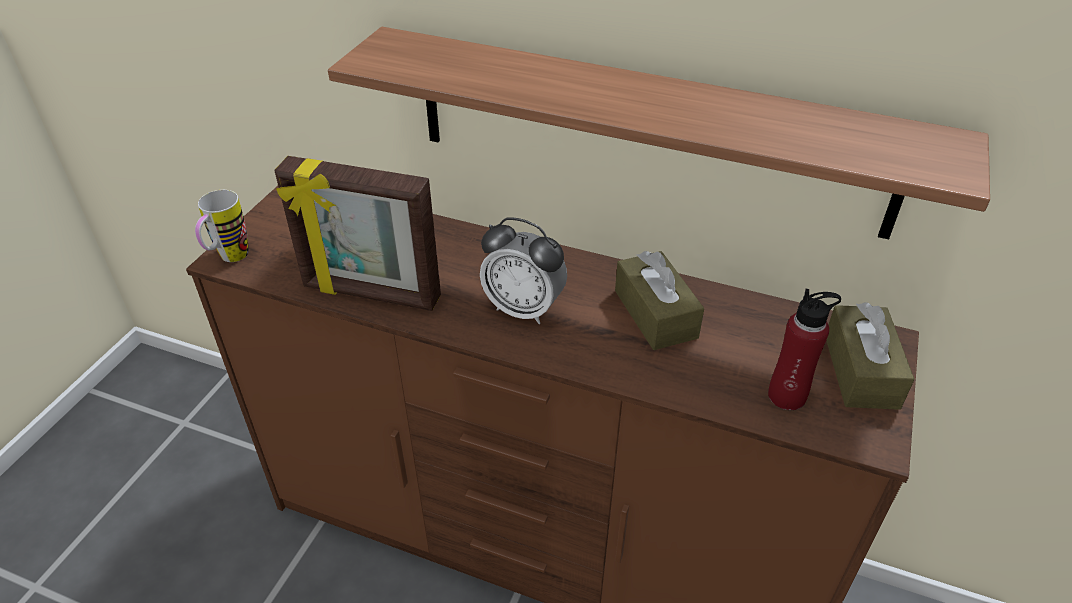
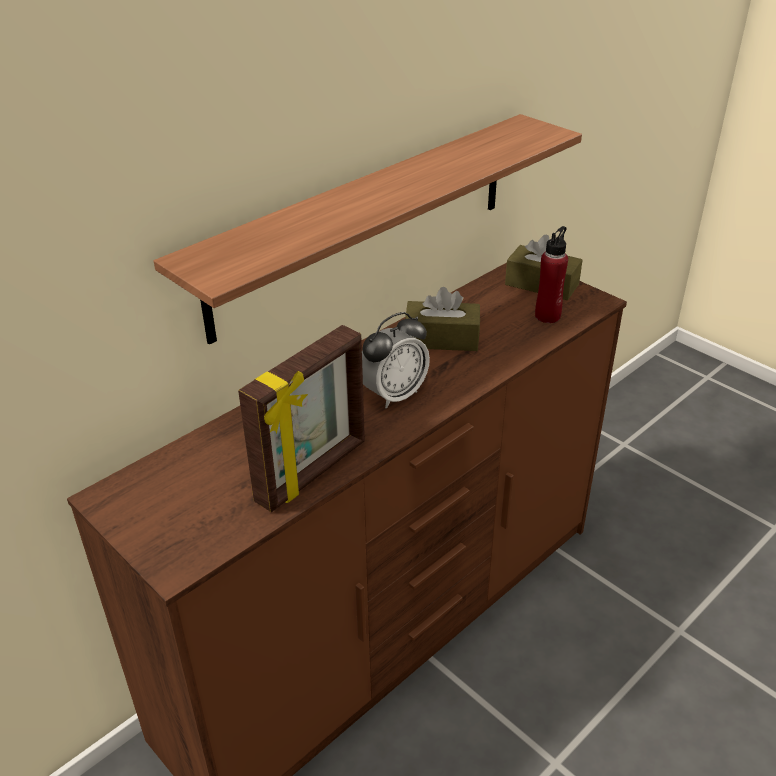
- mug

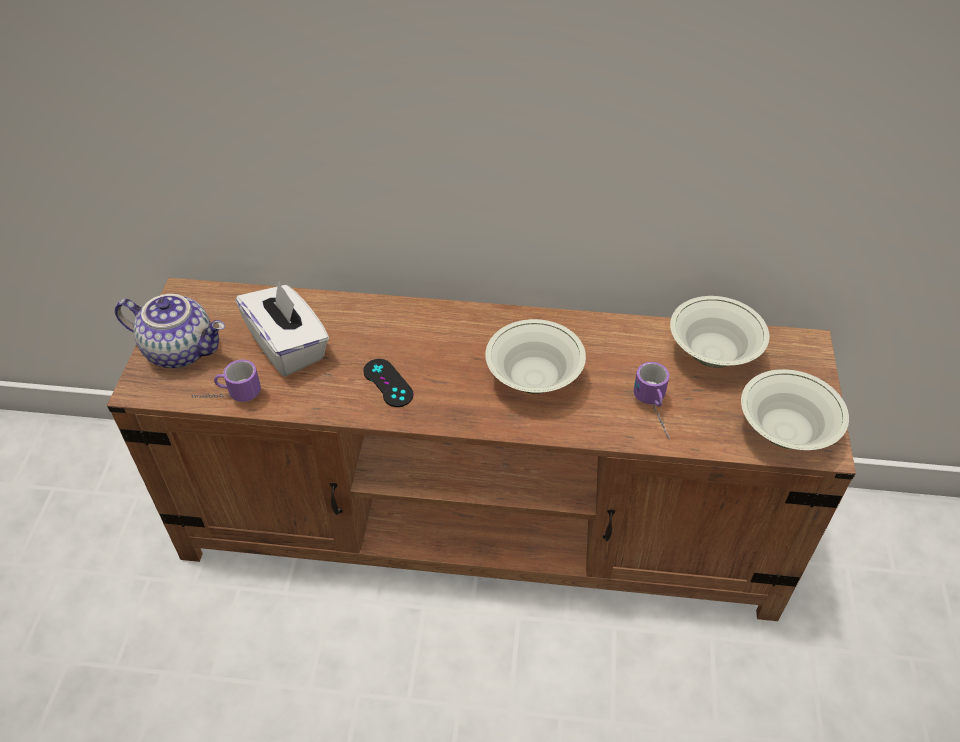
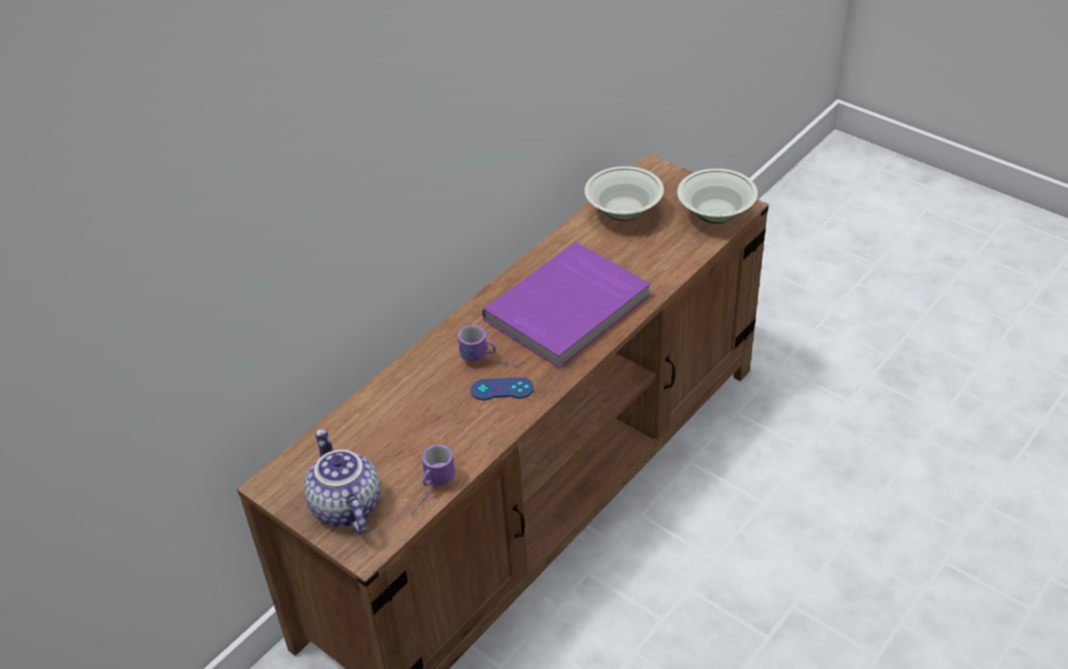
~ teapot 75 degrees counterclockwise
- tissue box/white
~ game controller/black to game controller/blue
~ bowl/white (no. 1 from left) to book/purple
~ mug (no. 2 from left)

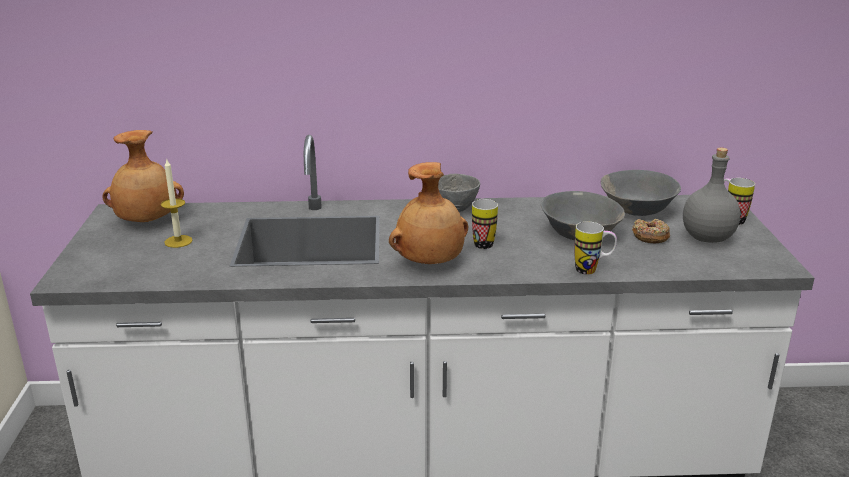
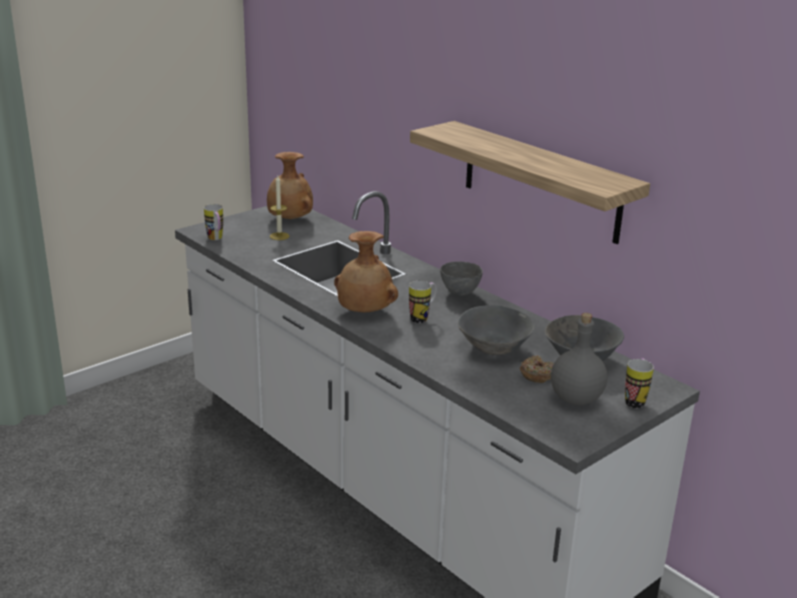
~ mug (no. 2 from left in the first image) to mug (no. 1 from left)
+ shelf

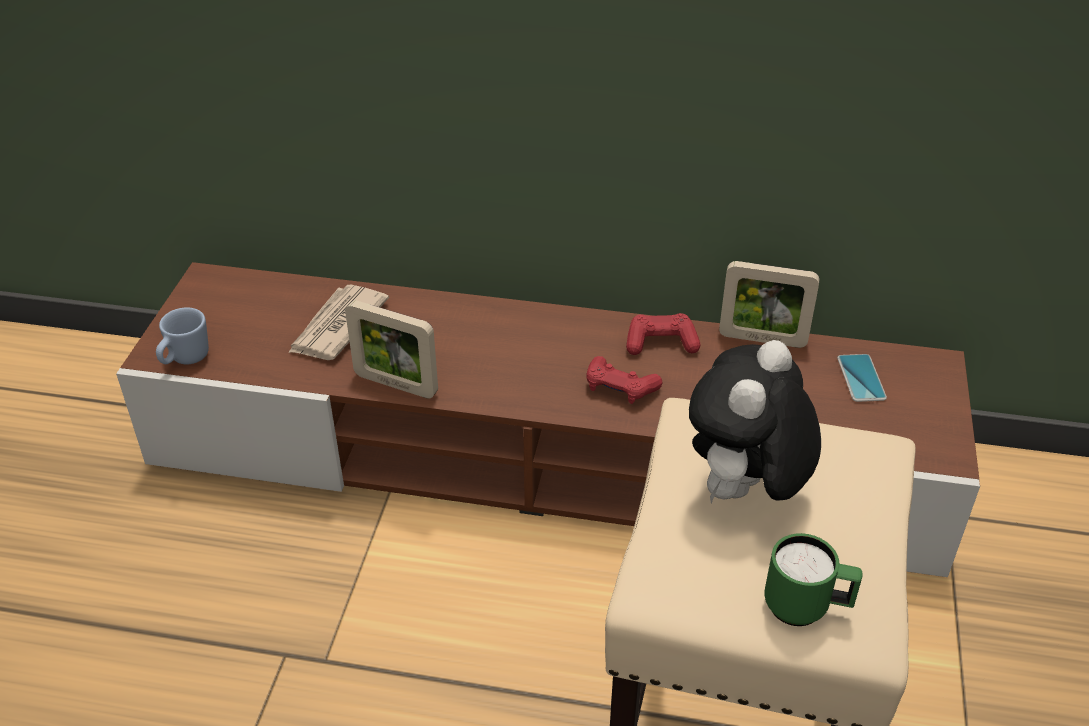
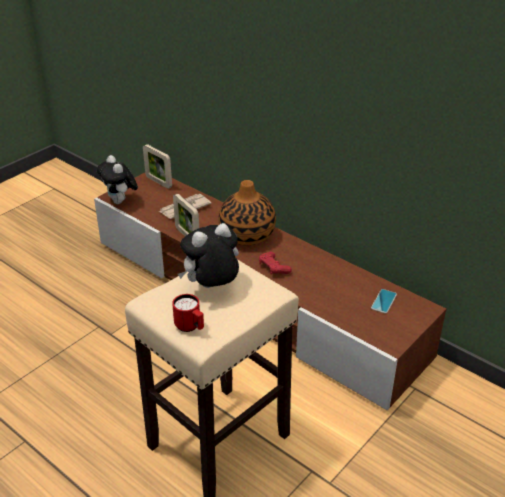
~ mug/blue to plush toy (no. 1 from left)
- game controller/red (no. 2 from left)
~ picture frame (no. 2 from left in the first image) to picture frame (no. 1 from left)
~ mug/green to mug/red
+ vase

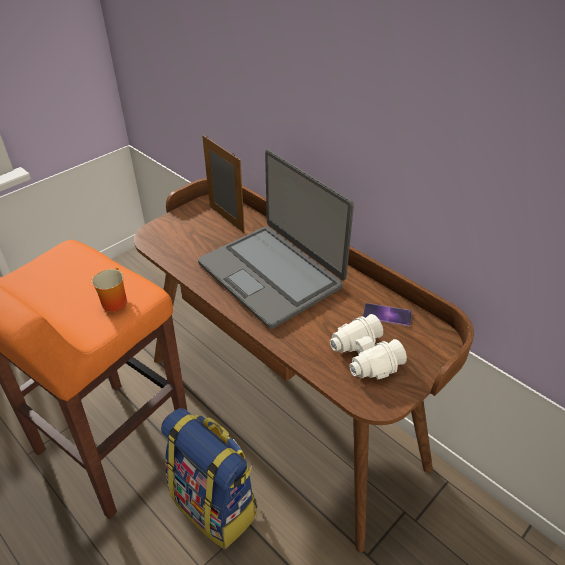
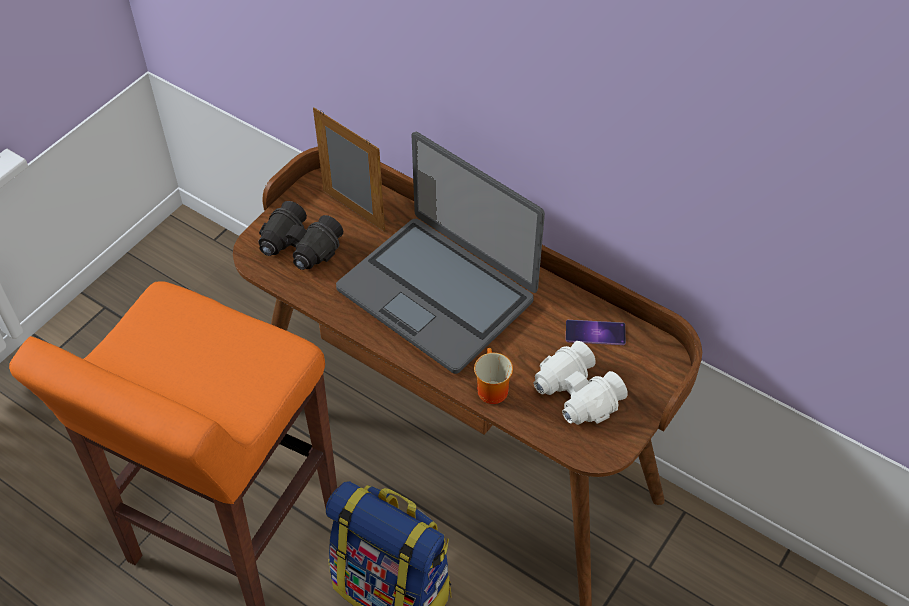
~ mug
+ binoculars/black

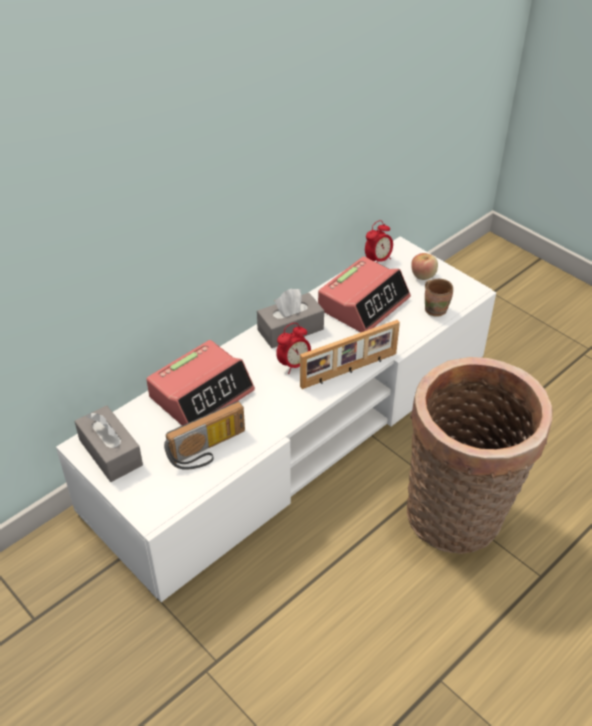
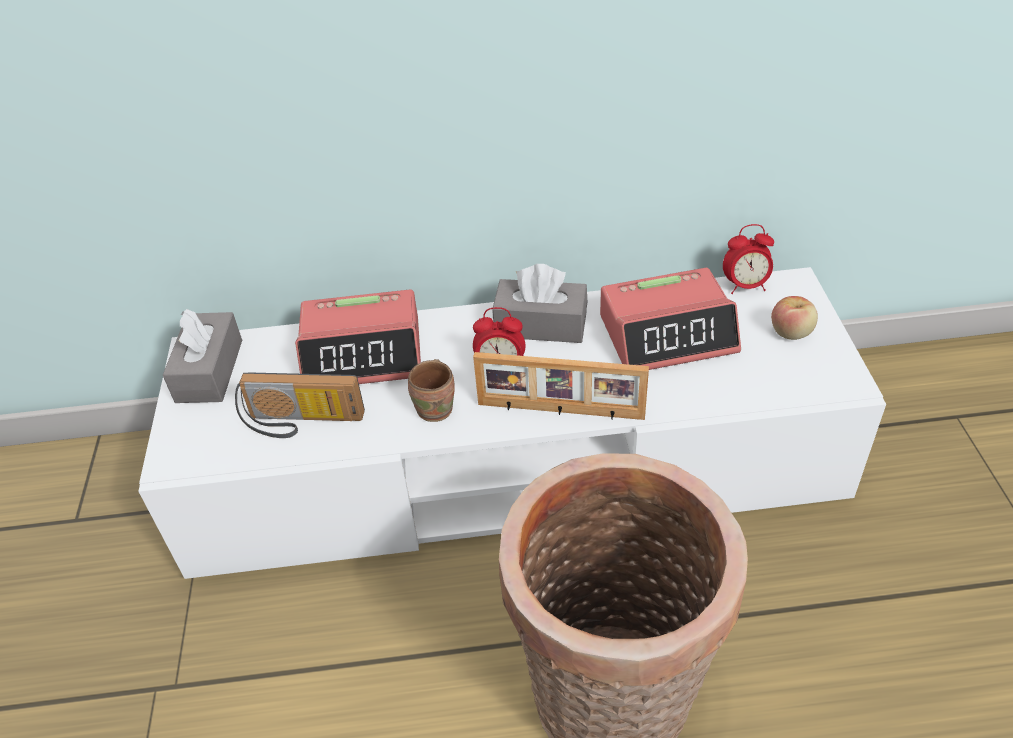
~ mug/brown

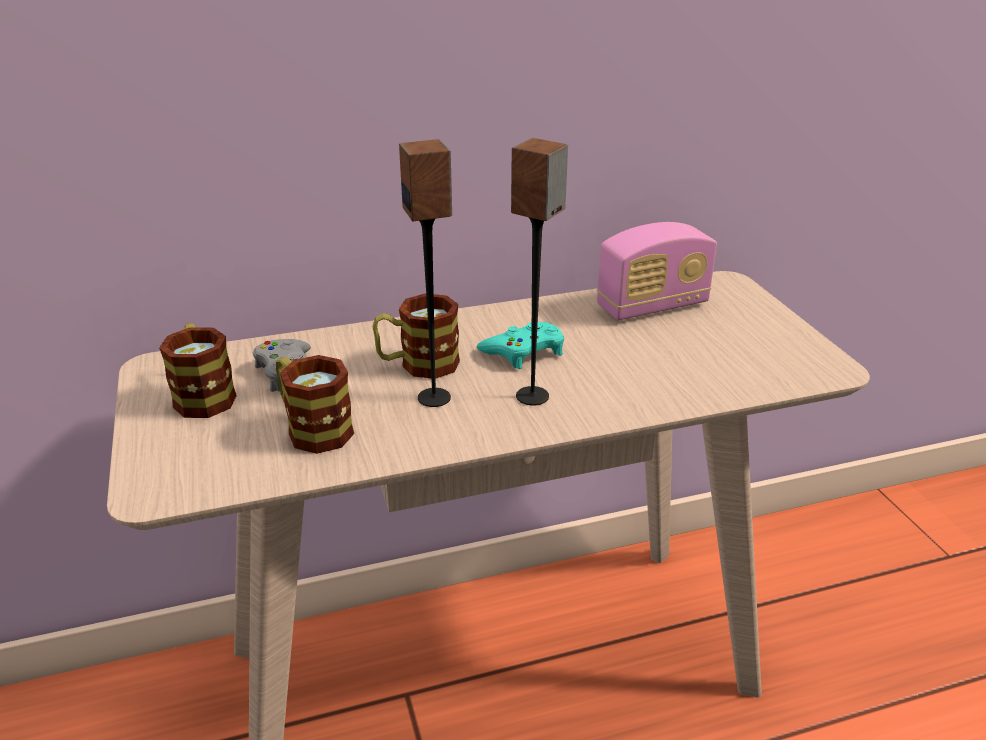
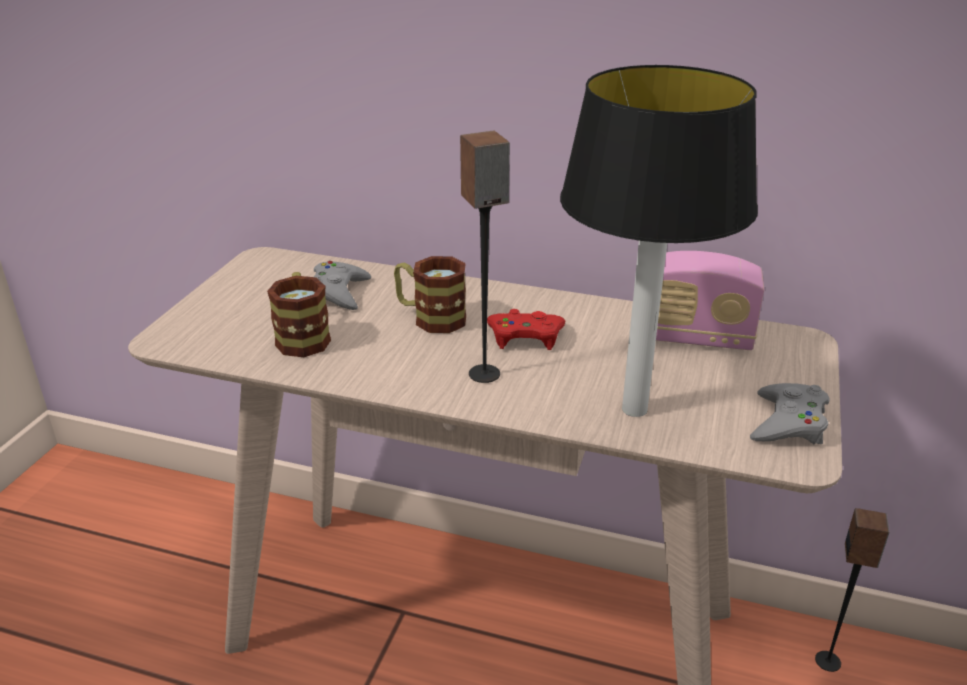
- mug (no. 1 from left)
~ speaker (no. 1 from left in the first image) to speaker (no. 2 from left)
~ game controller/turquoise to game controller/red
+ table lamp
+ game controller/grey (no. 2 from left)

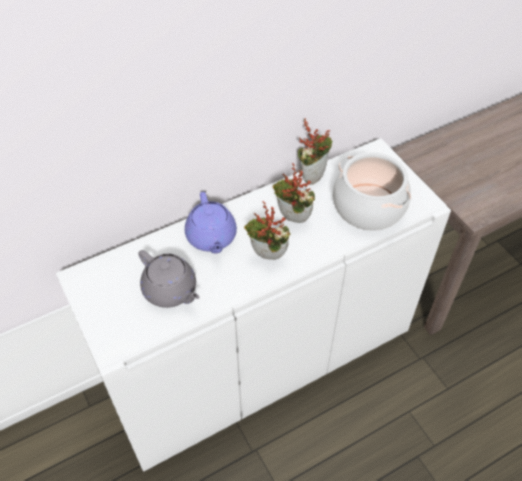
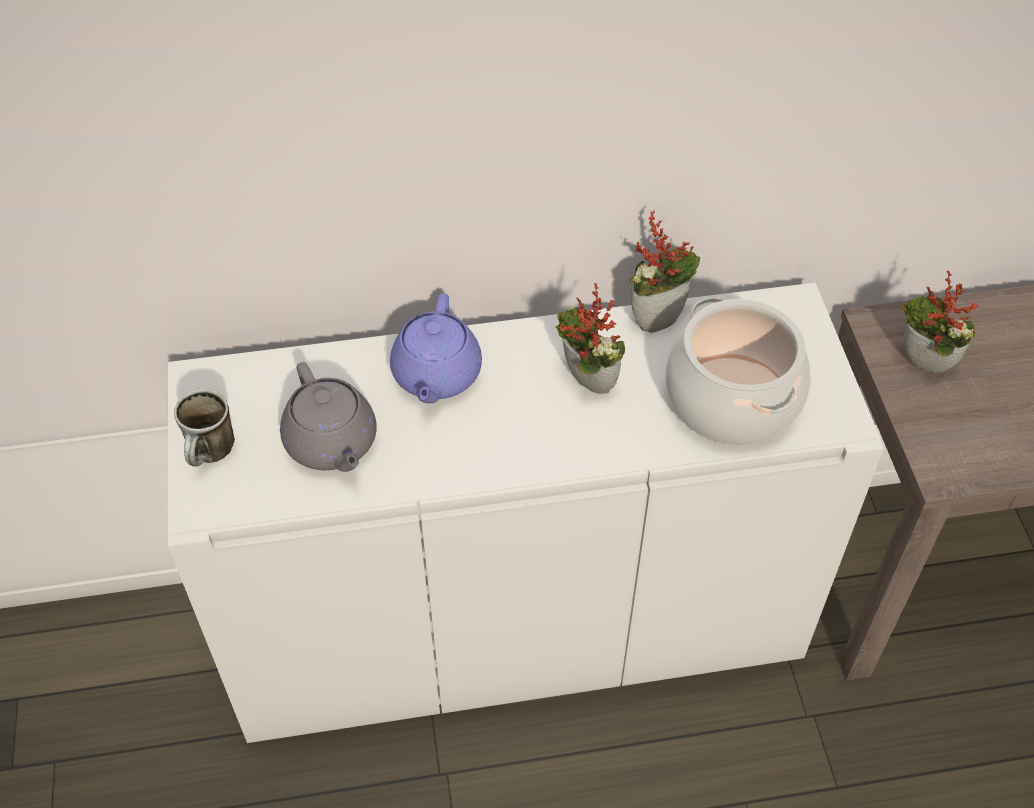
~ potted plant (no. 1 from left in the first image) to potted plant (no. 3 from left)
+ mug

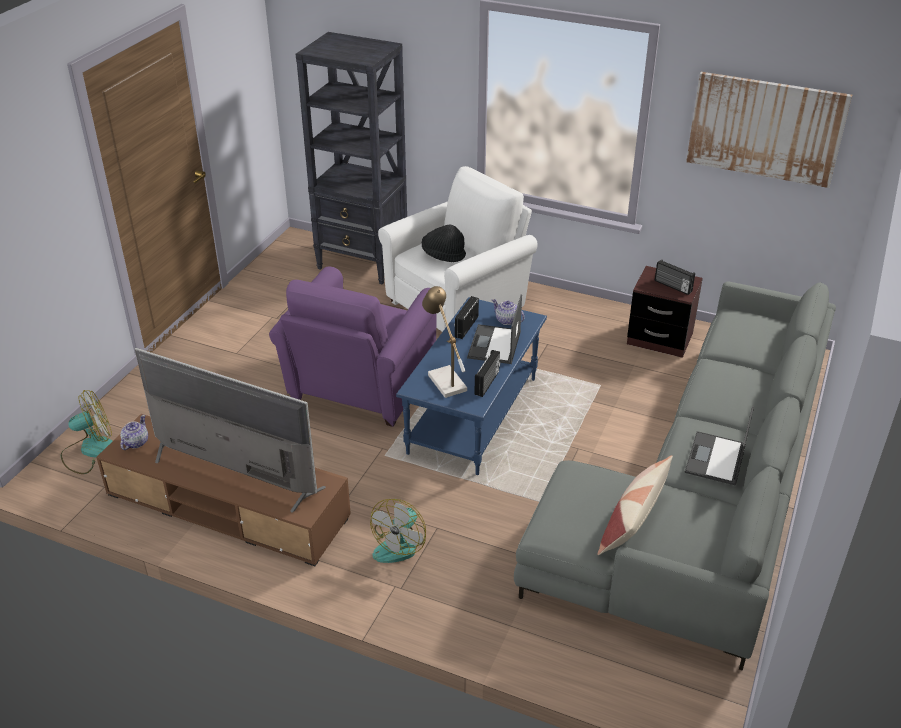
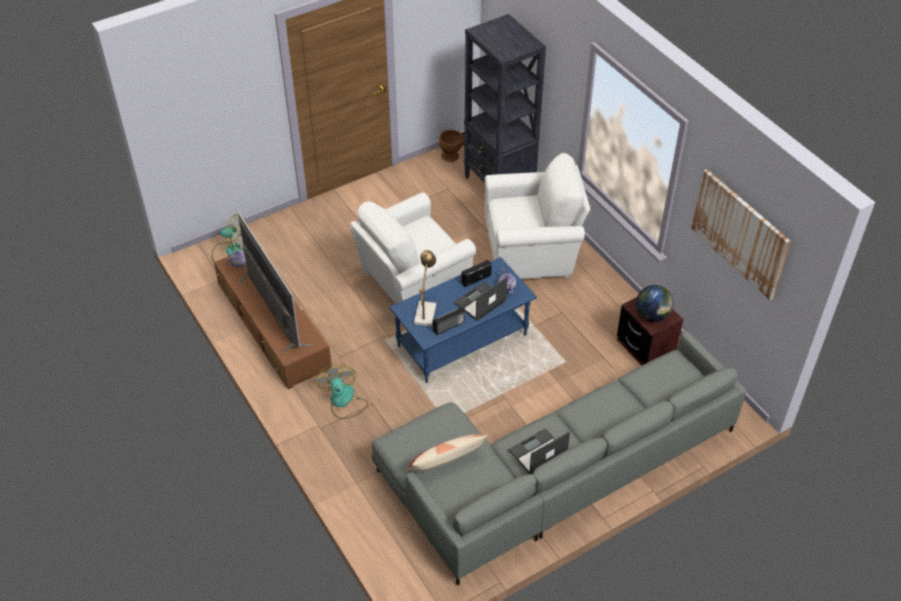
~ armchair/purple to armchair/white (no. 1 from left)
~ fan (no. 2 from left) 105 degrees clockwise
- hat/black
~ radio (no. 3 from left) to globe
+ vase/brown

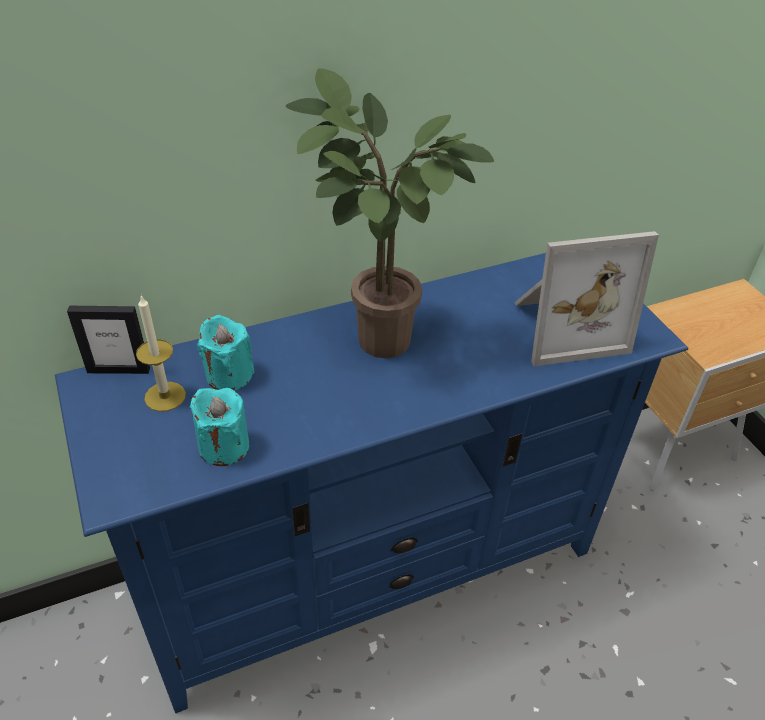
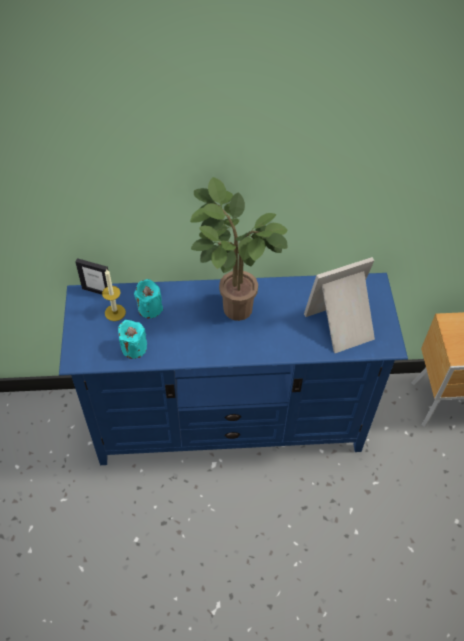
~ picture frame (no. 2 from left) 150 degrees clockwise

